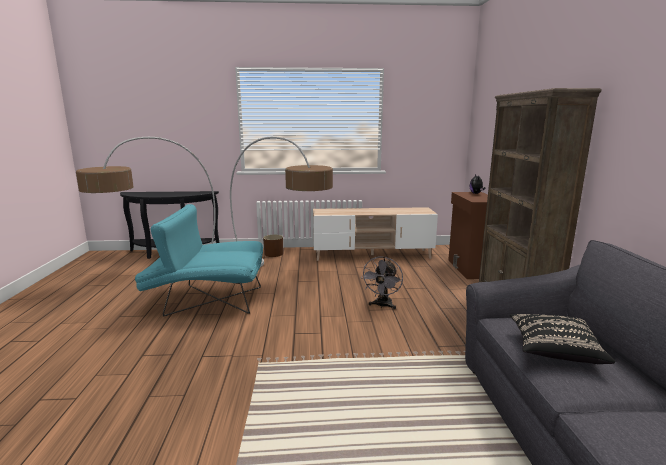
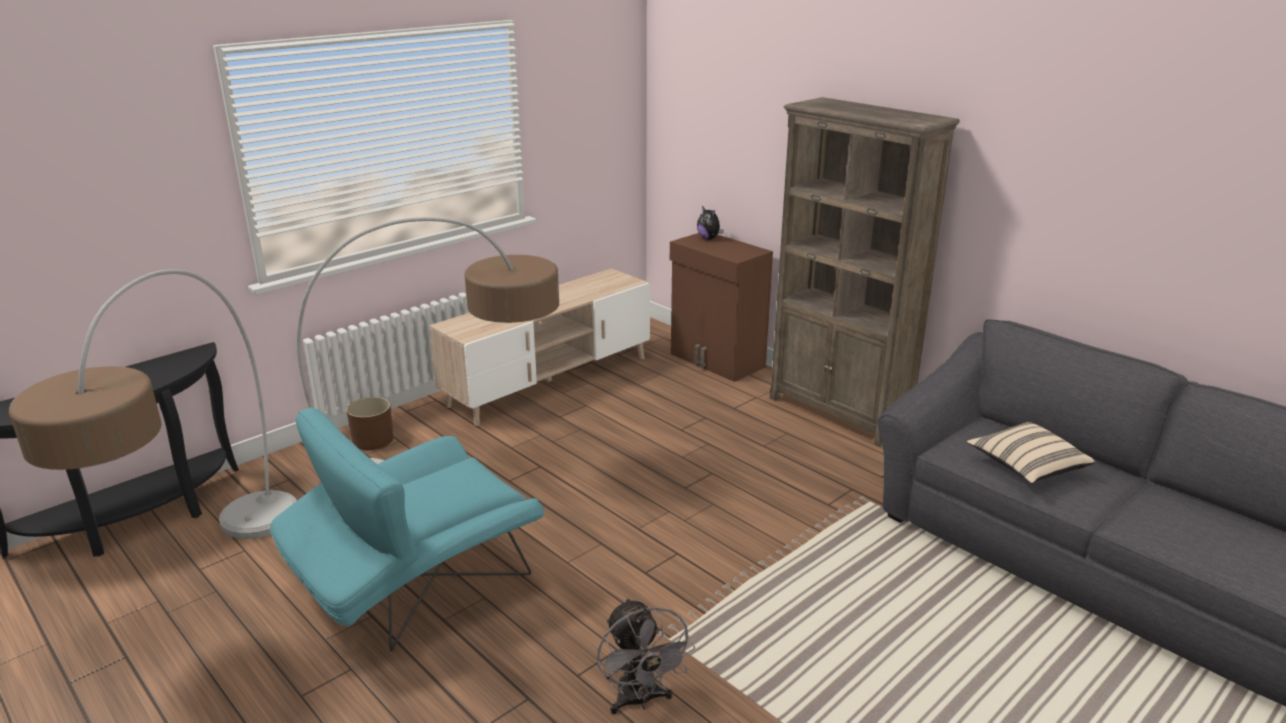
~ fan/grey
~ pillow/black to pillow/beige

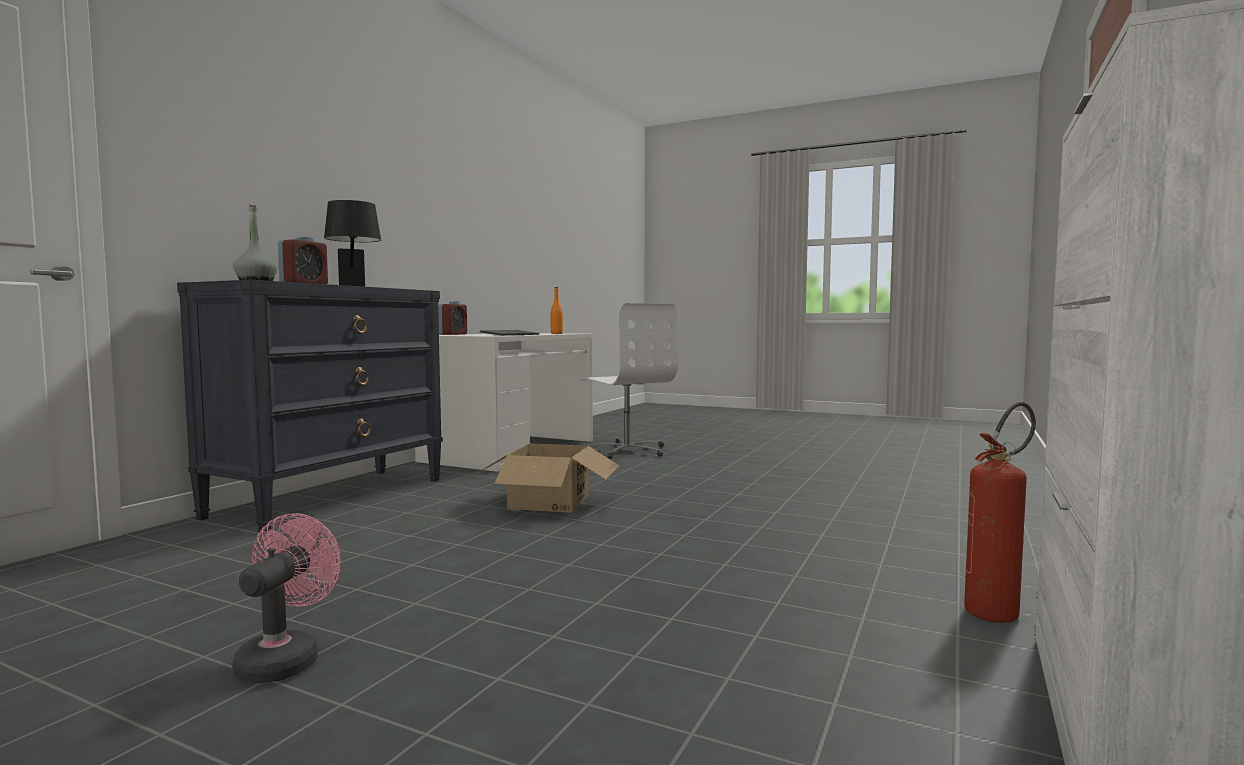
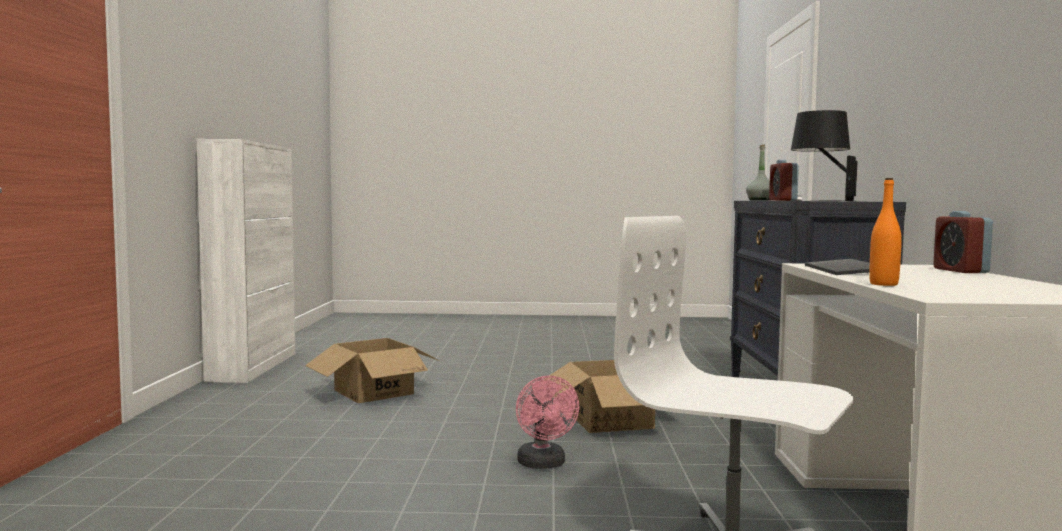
~ fan/pink
- fire extinguisher
+ cardboard box (no. 1 from left)

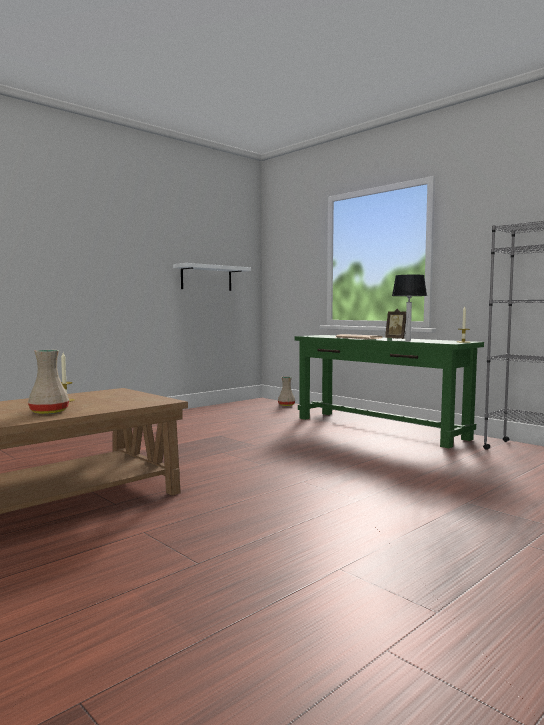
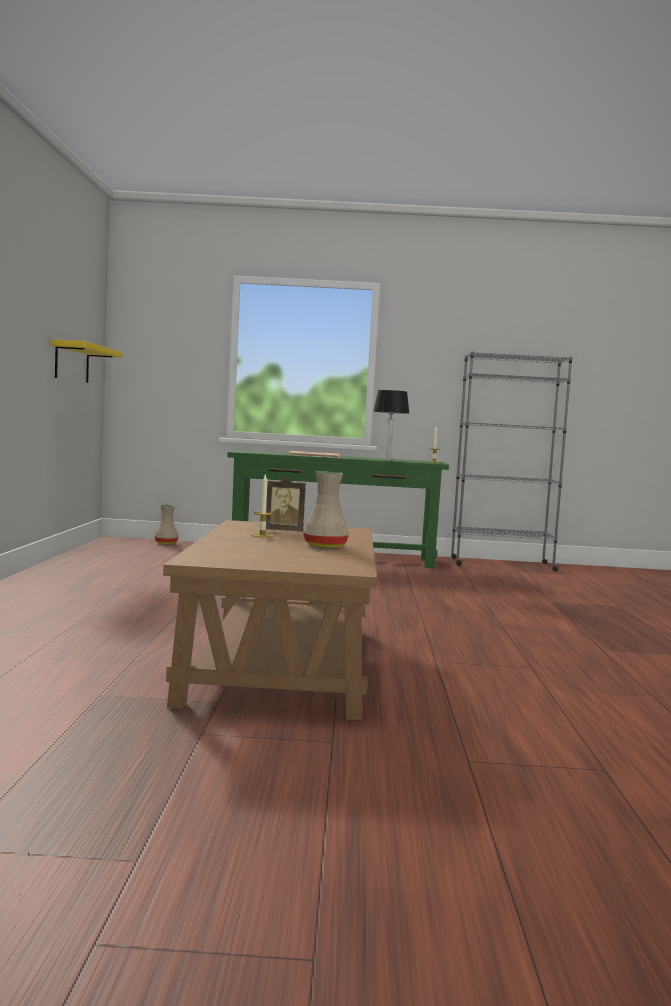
~ shelf/white to shelf/yellow
~ picture frame

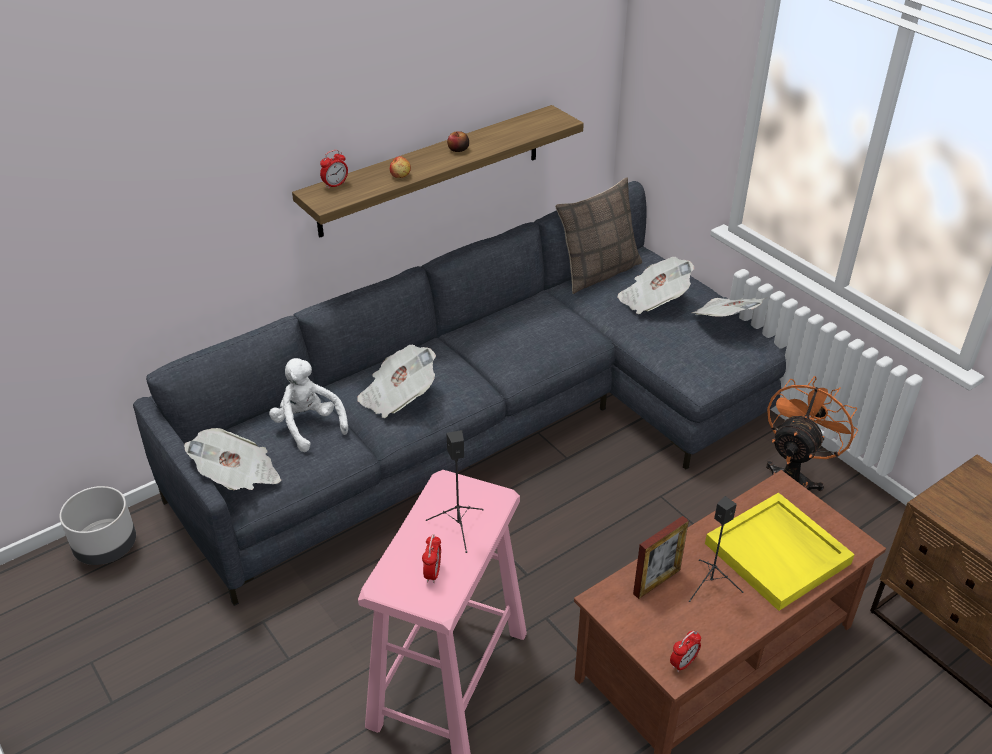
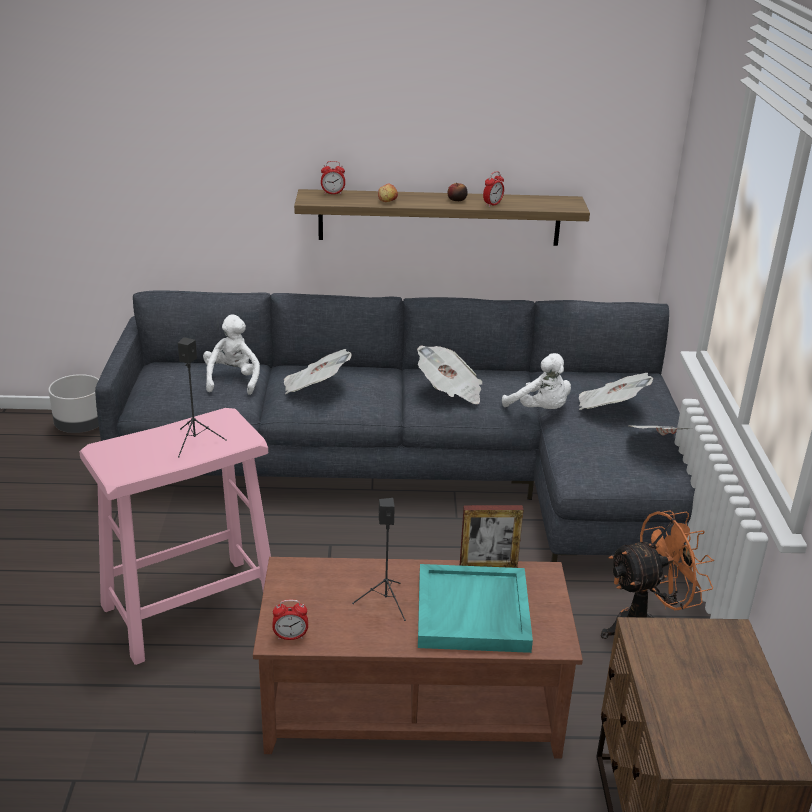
~ newspaper (no. 1 from left in the first image) to newspaper (no. 2 from left)
~ alarm clock (no. 2 from left in the first image) to alarm clock (no. 3 from left)
- pillow
~ picture frame
~ tray/yellow to tray/turquoise
+ plush toy/white (no. 2 from left)

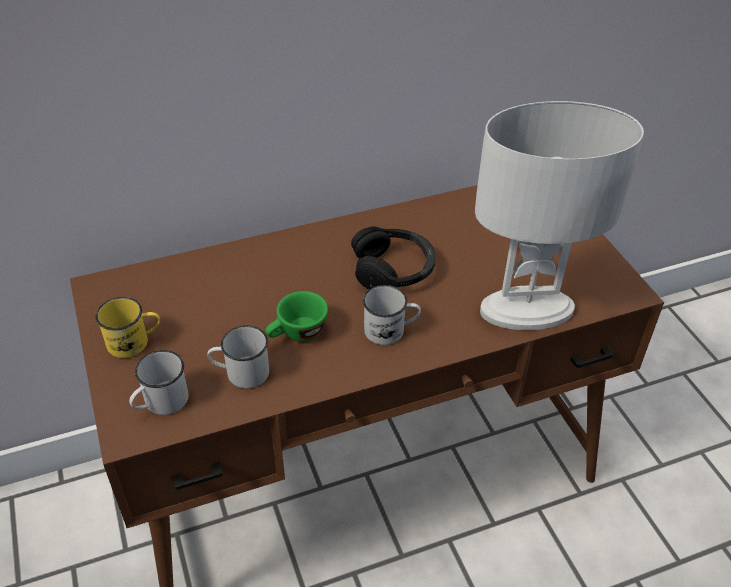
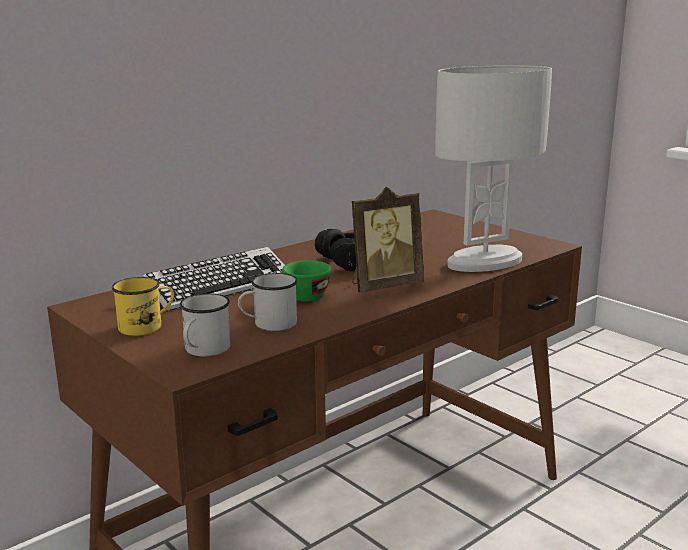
~ mug/white (no. 3 from left) to picture frame
+ keyboard

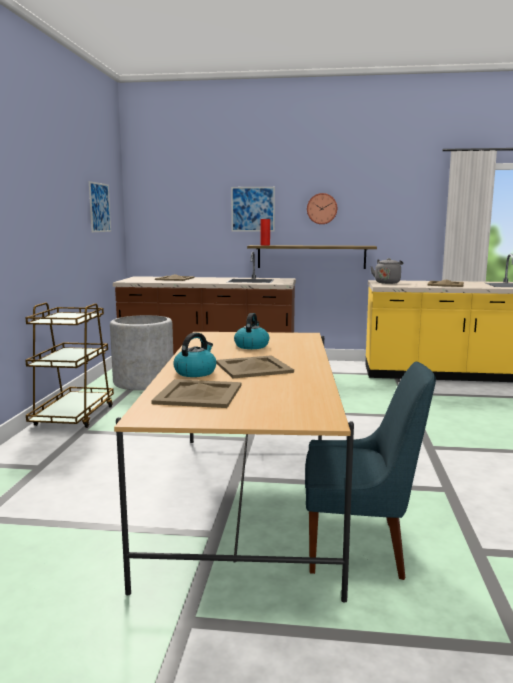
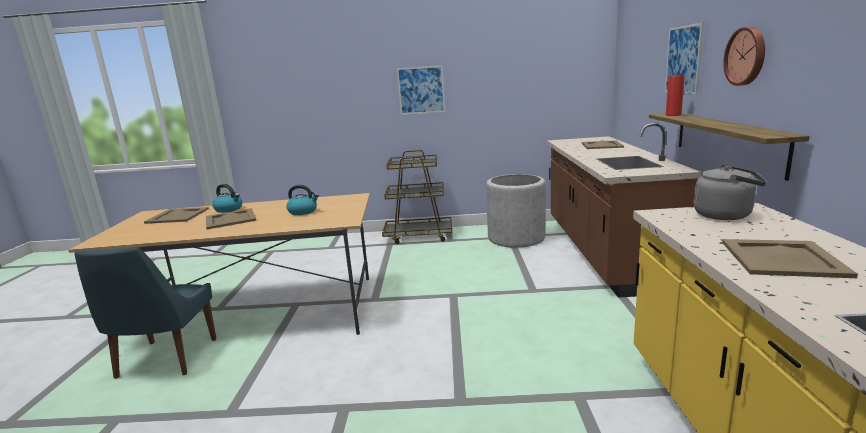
~ picture (no. 1 from left)

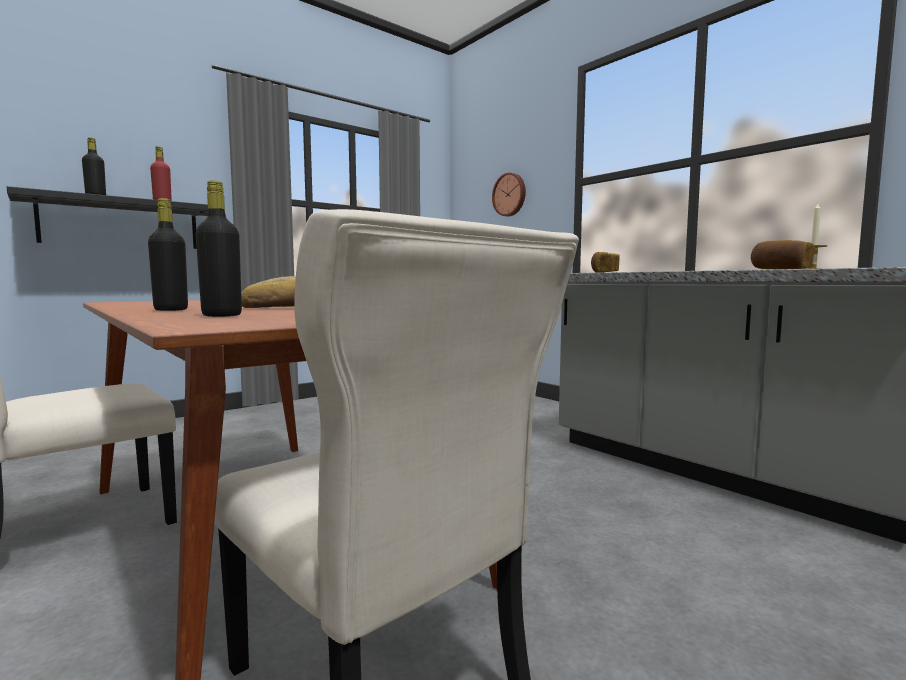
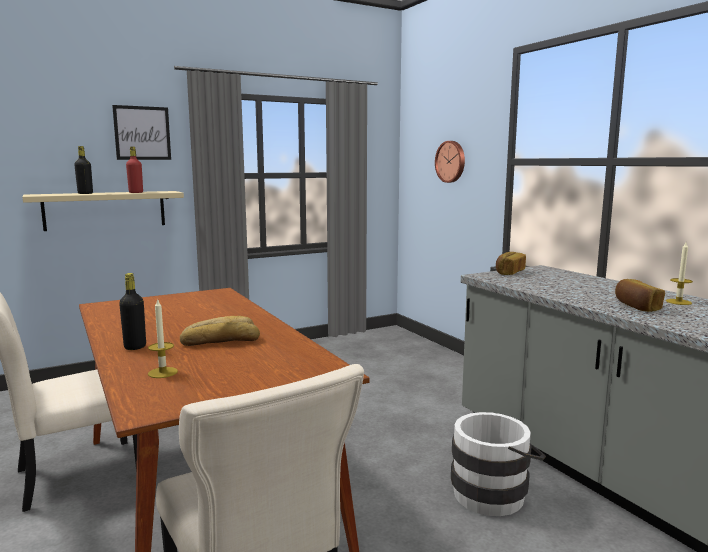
~ shelf/black to shelf/beige
~ bottle/black (no. 3 from left) to candle (no. 1 from left)
+ picture
+ bucket/white

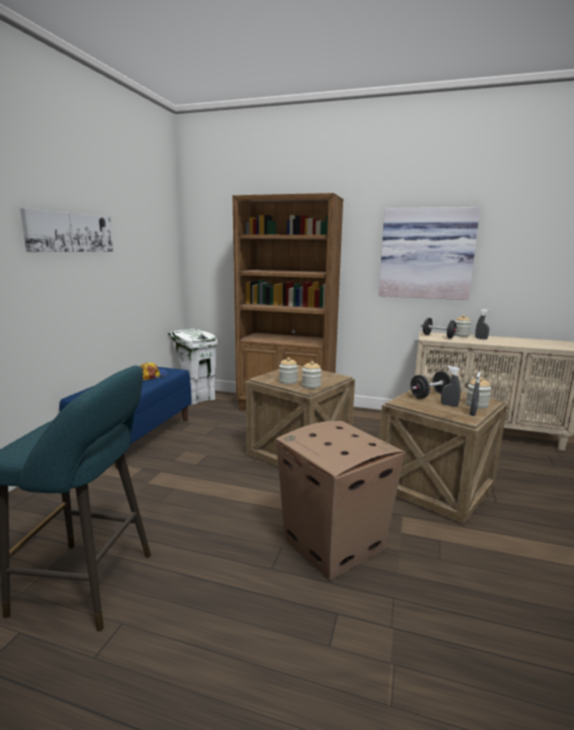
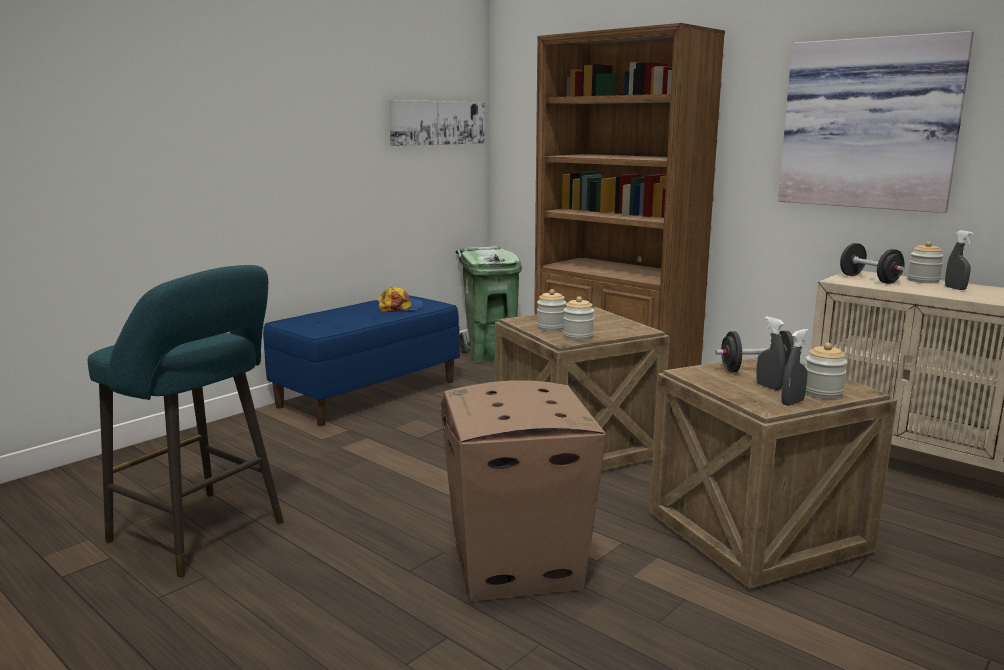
~ picture (no. 1 from left)
~ trash can/white to trash can/green

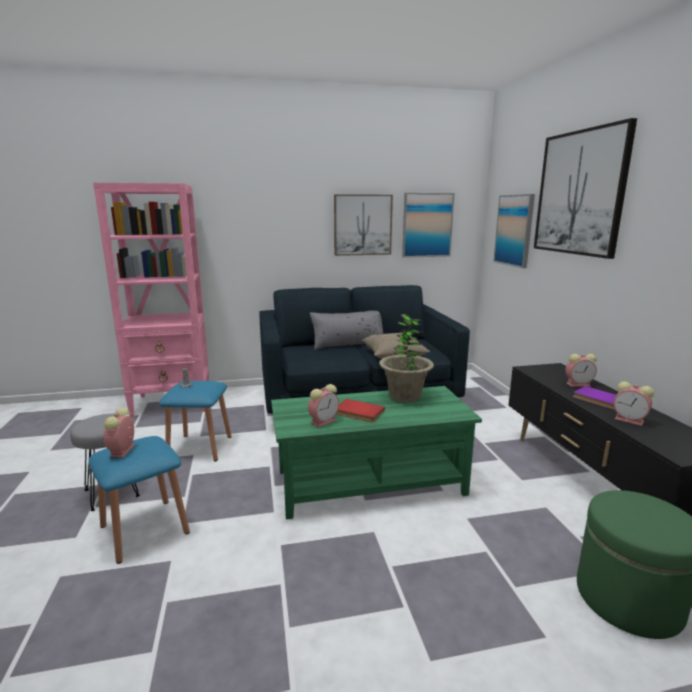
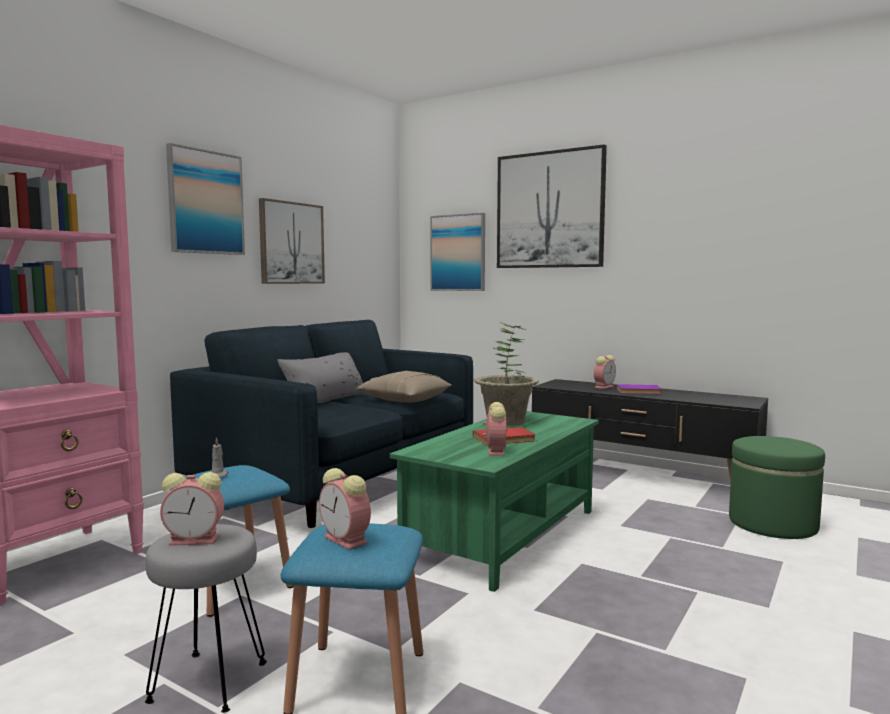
~ picture (no. 2 from left in the first image) to picture (no. 1 from left)
~ alarm clock (no. 4 from left in the first image) to alarm clock (no. 1 from left)

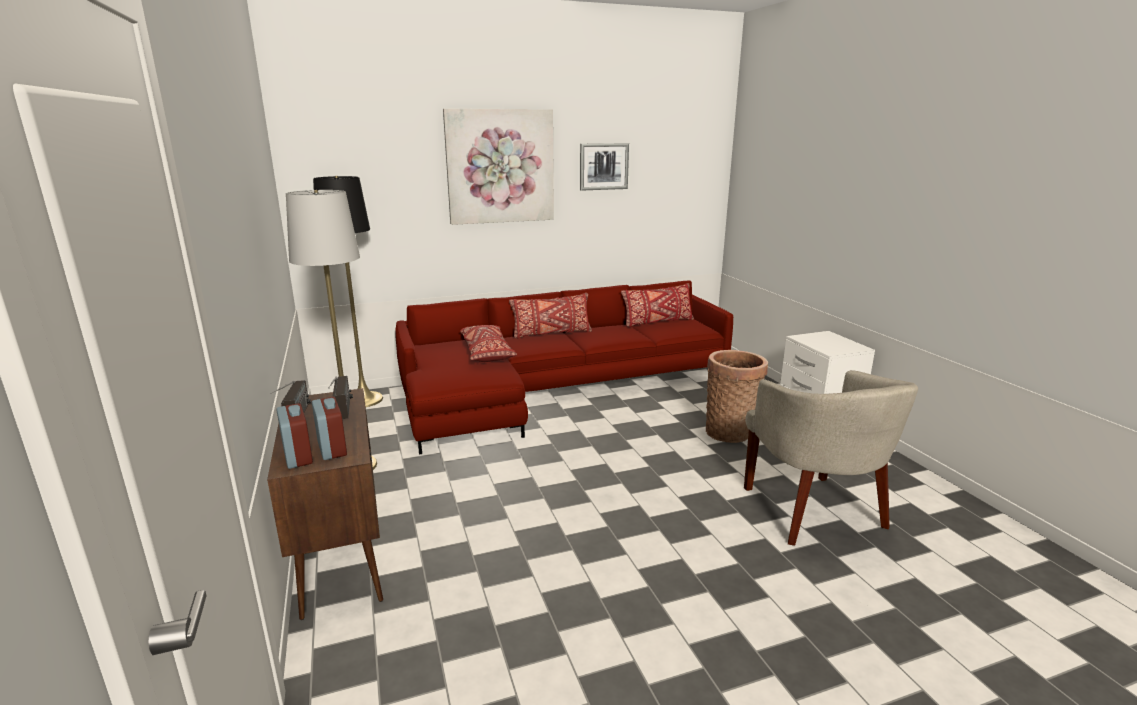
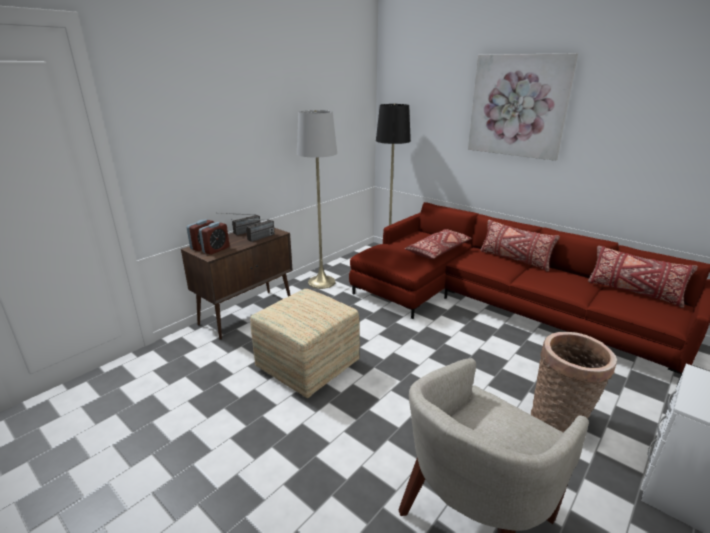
- picture (no. 2 from left)
+ ottoman

